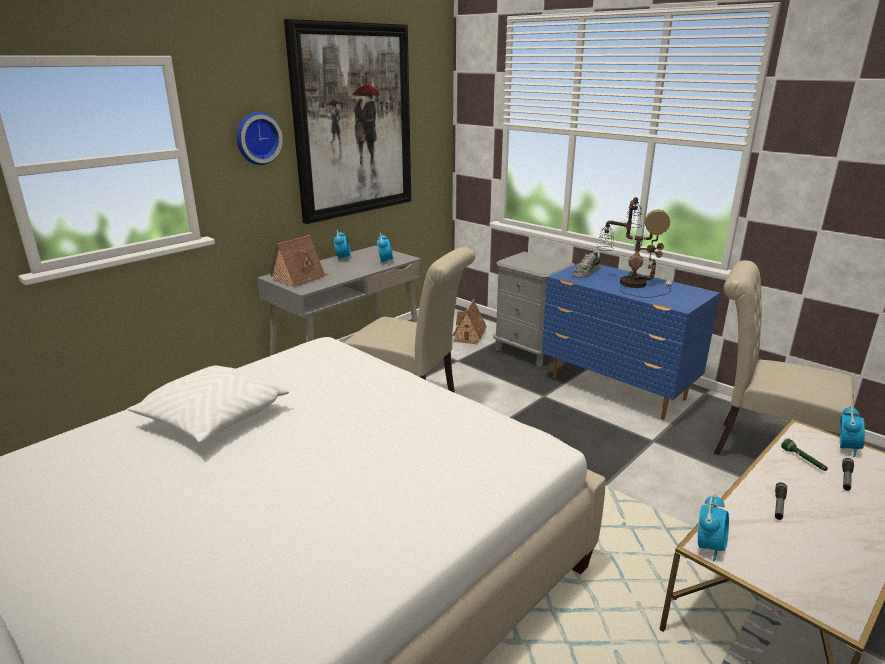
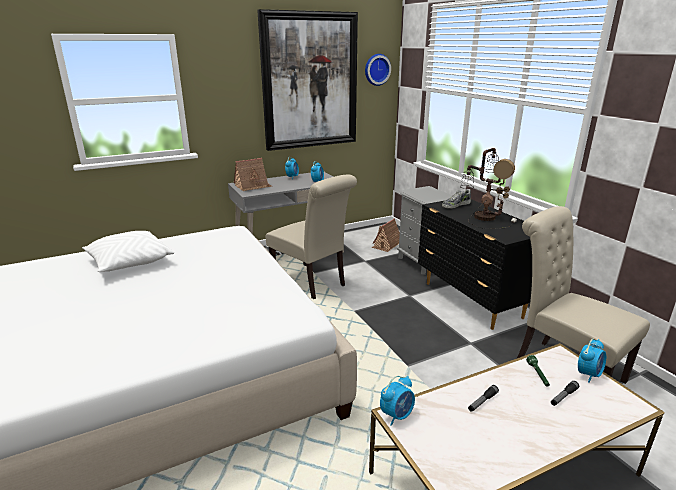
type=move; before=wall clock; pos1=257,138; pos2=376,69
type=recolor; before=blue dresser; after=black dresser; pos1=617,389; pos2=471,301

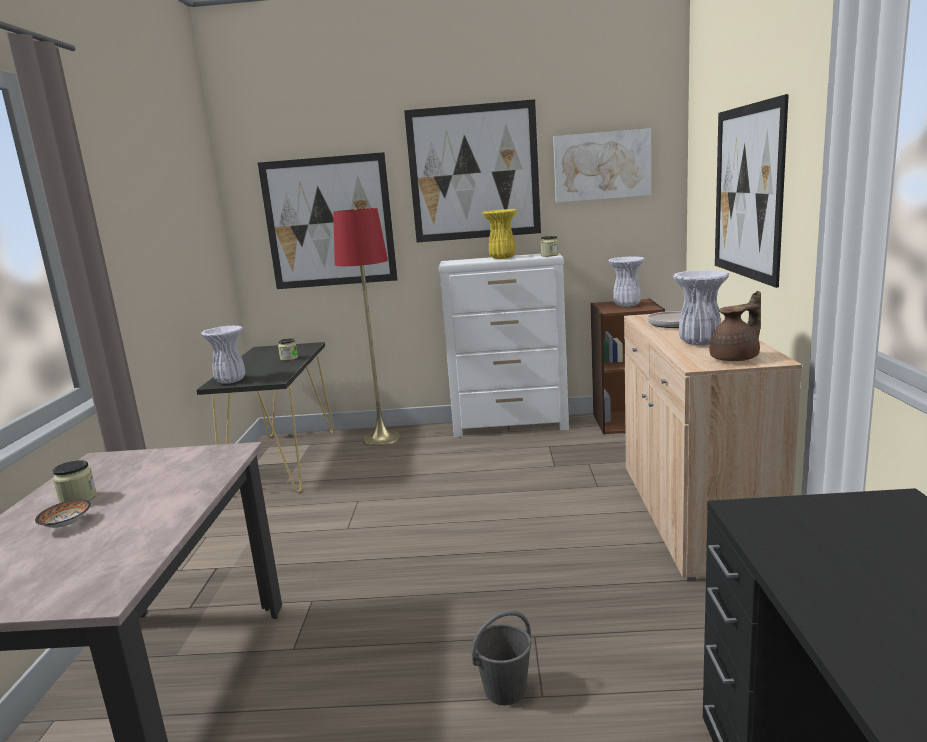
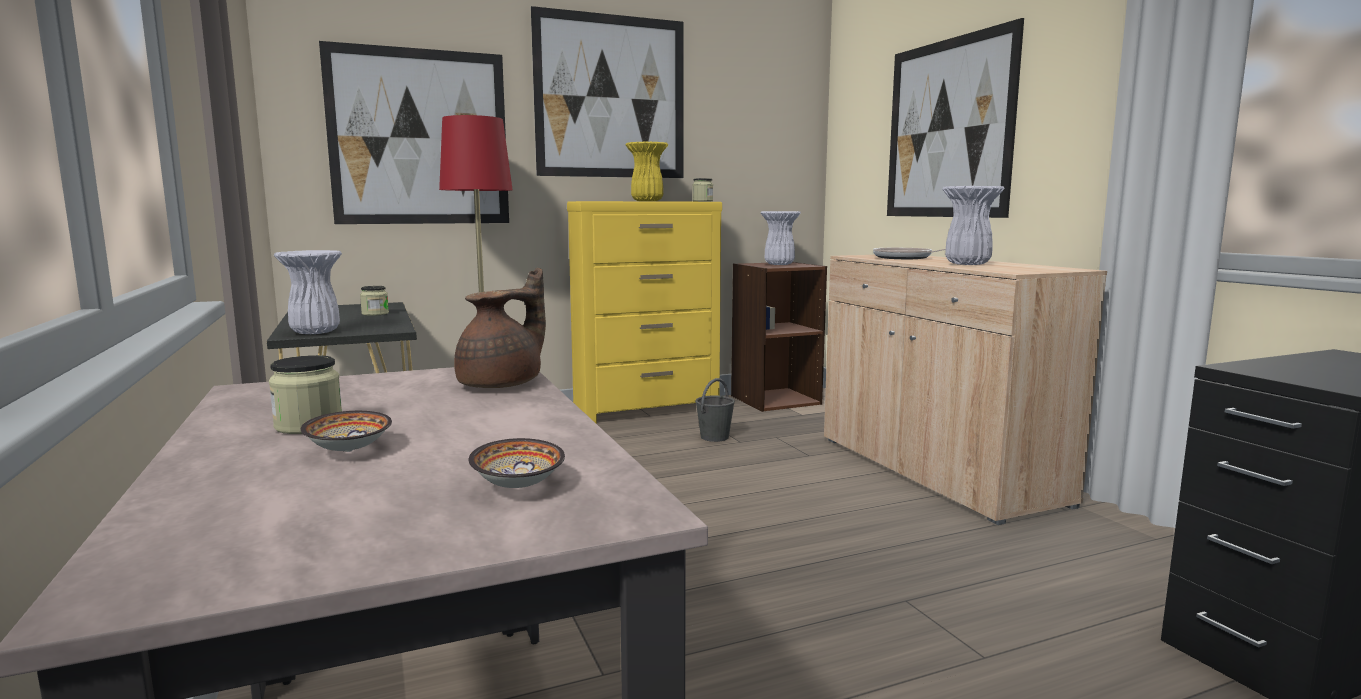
type=delete; before=picture; pos1=602,166
type=insert; after=bowl; pos2=518,486
type=move; before=grey bucket; pos1=504,690; pos2=714,437
type=move; before=brown teapot; pos1=736,358; pos2=504,384
type=recolor; before=white dresser; after=yellow dresser; pos1=511,426; pos2=648,411

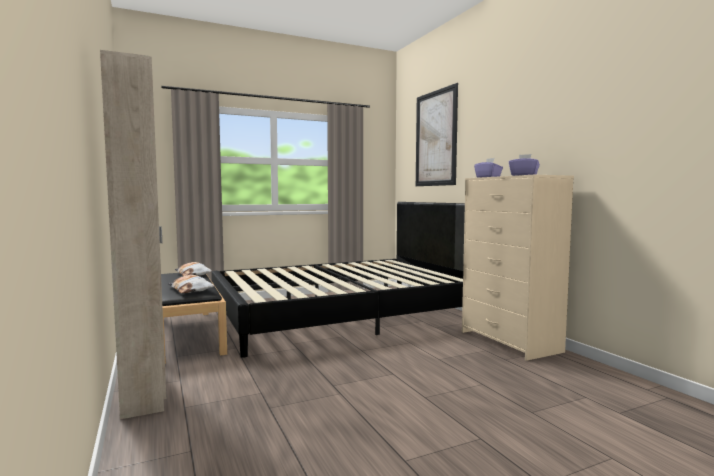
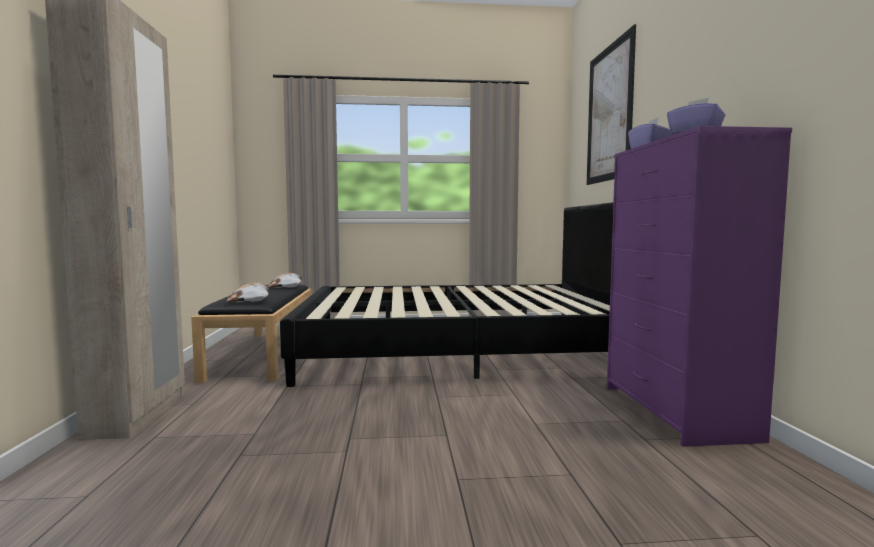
type=recolor; before=beige dresser; after=purple dresser; pos1=510,342; pos2=677,412

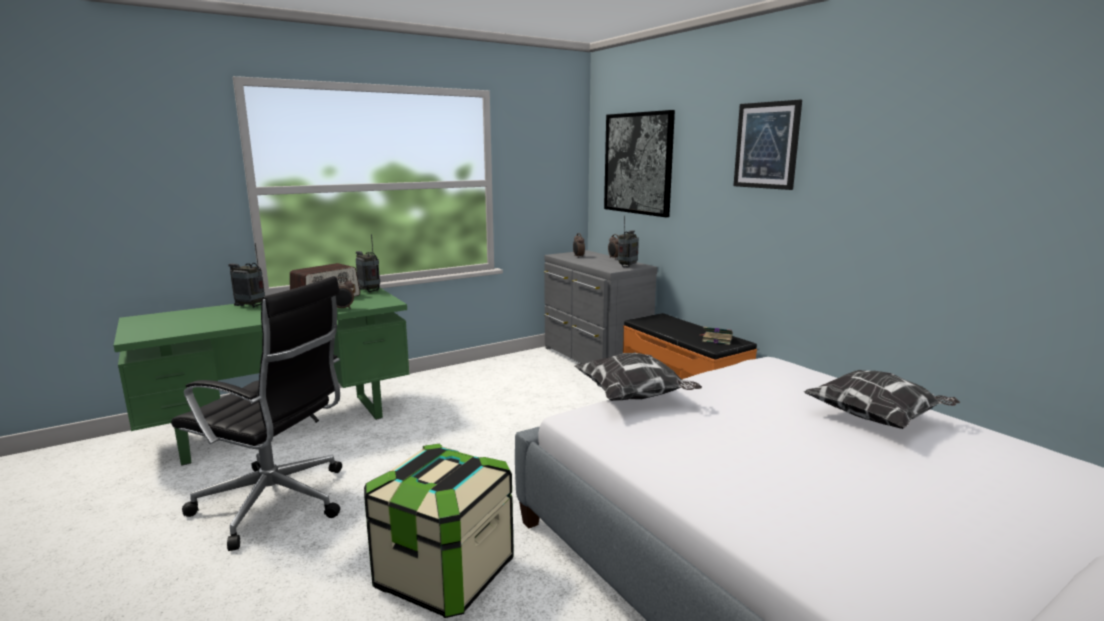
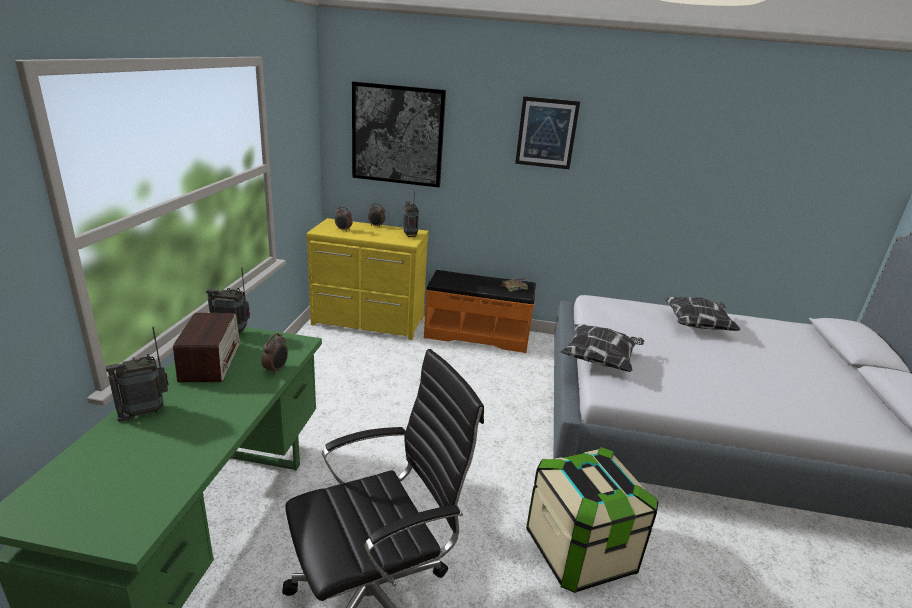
type=recolor; before=grey dresser; after=yellow dresser; pos1=594,359; pos2=368,322

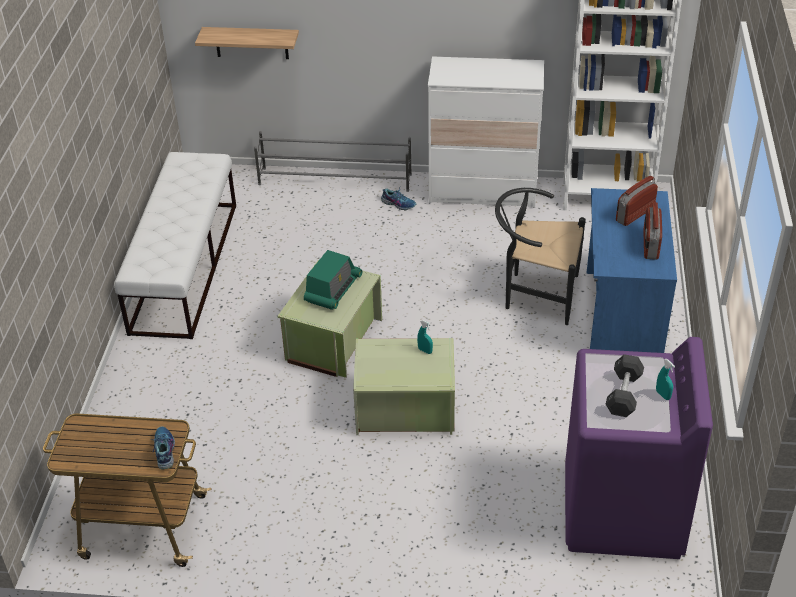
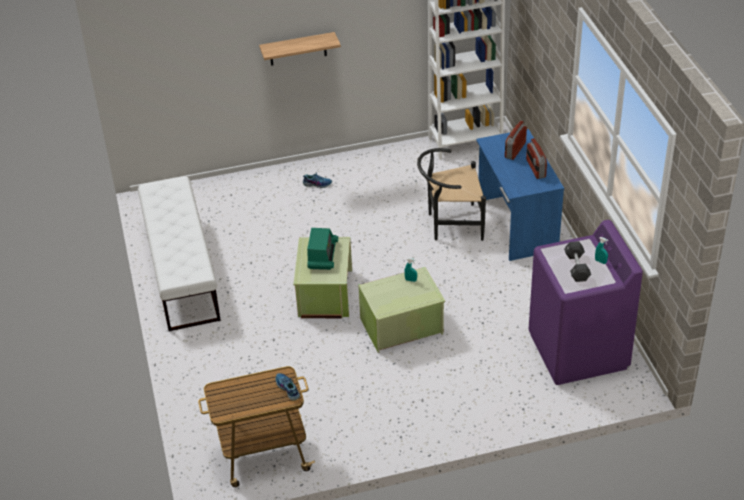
type=delete; before=grey shoe rack; pos1=335,180
type=delete; before=white dresser; pos1=482,191
type=move; before=shelf; pos1=251,43; pos2=298,49

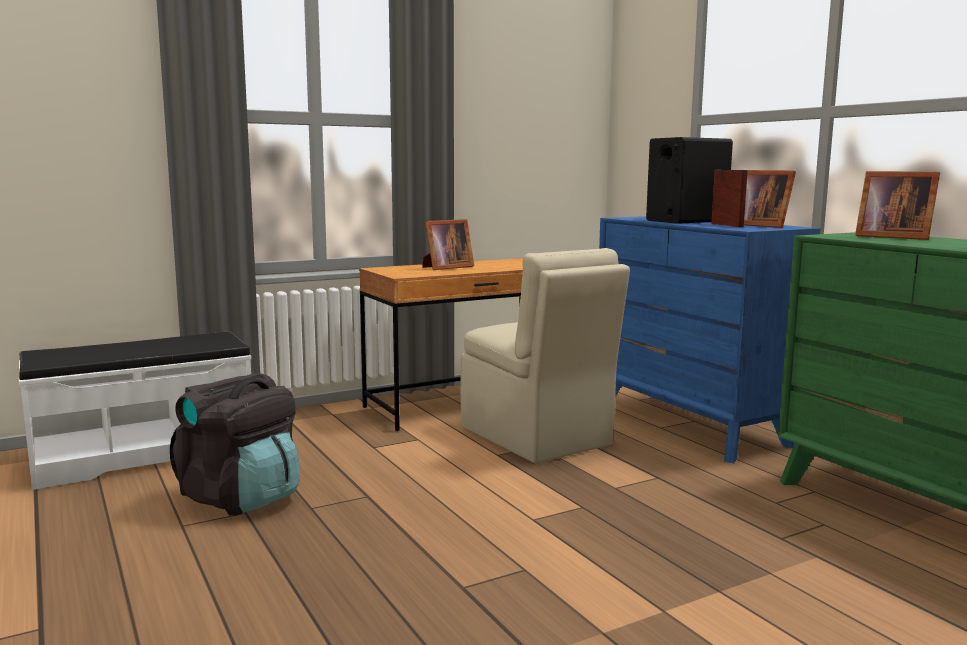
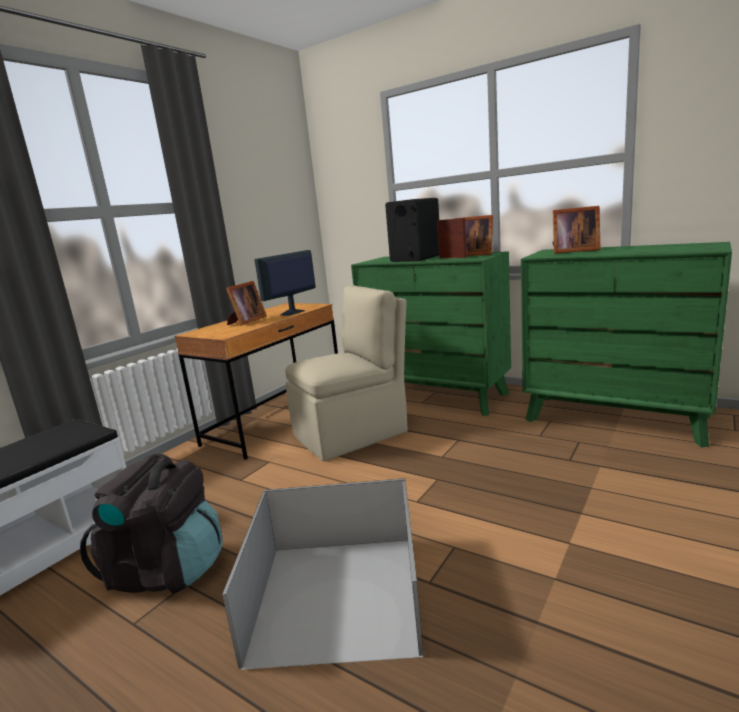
type=insert; after=black storage box; pos2=334,595
type=insert; after=monitor; pos2=292,313
type=recolor; before=blue dresser; after=green dresser; pos1=690,425; pos2=436,395
type=rotate; before=beige chair; pos1=537,437; pos2=353,433; turn=-60

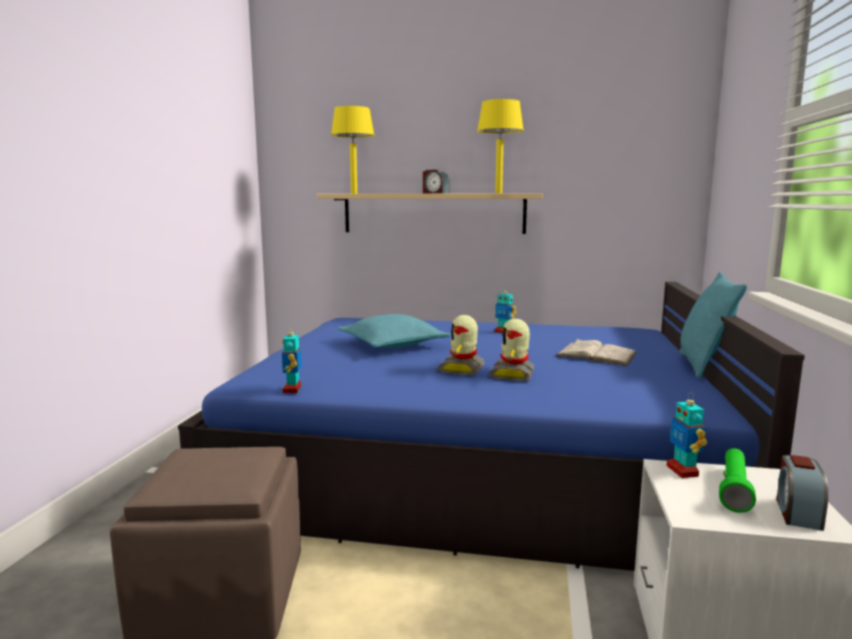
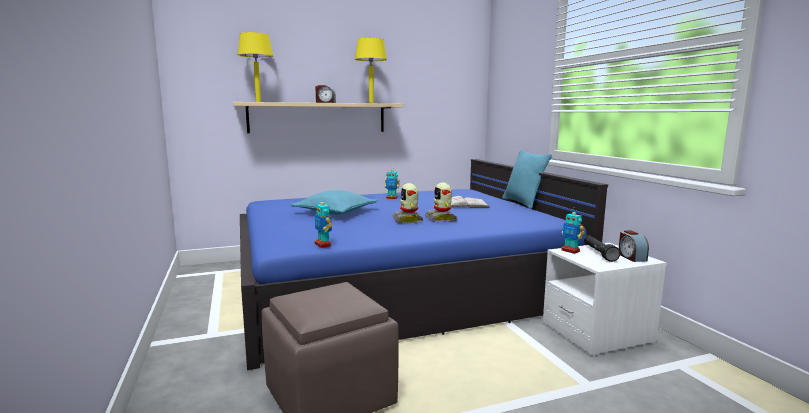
type=recolor; before=green flashlight; after=black flashlight; pos1=734,489; pos2=599,253

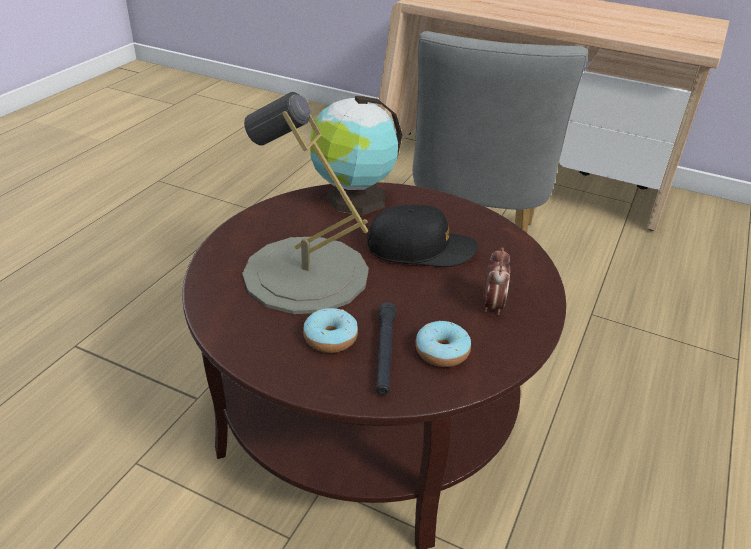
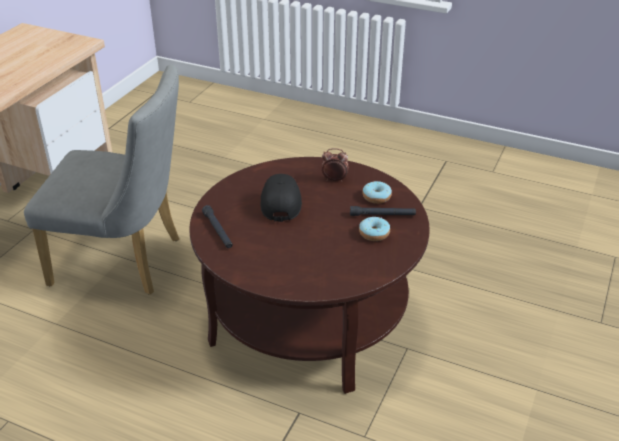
type=delete; before=grey table lamp; pos1=305,274
type=replace; before=globe; after=black flashlight; pos1=353,199; pos2=218,231

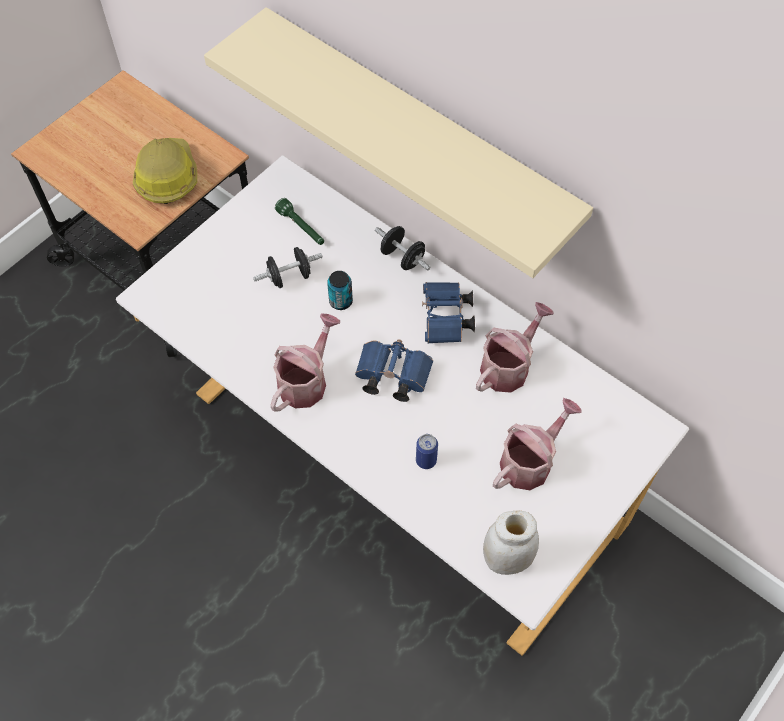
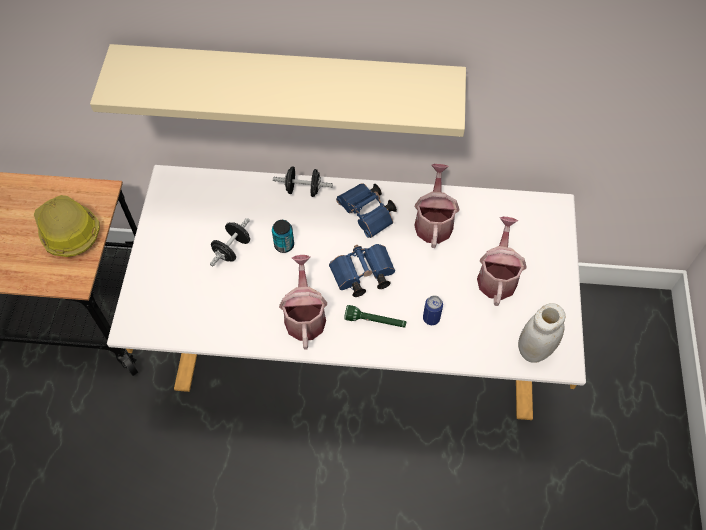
type=move; before=green flashlight; pos1=301,228; pos2=375,321

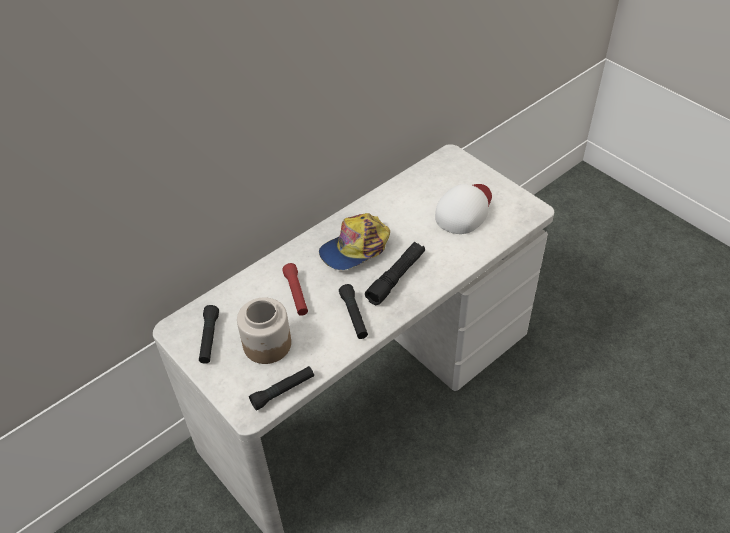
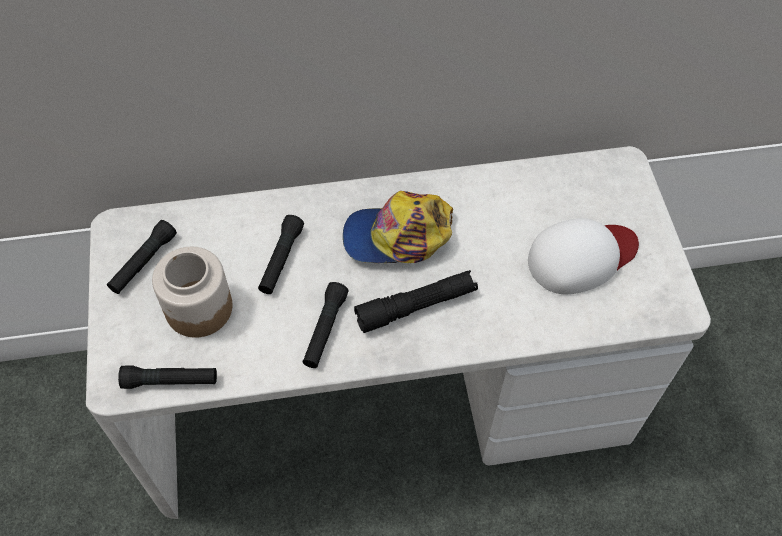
type=recolor; before=red flashlight; after=black flashlight; pos1=296,294; pos2=281,260

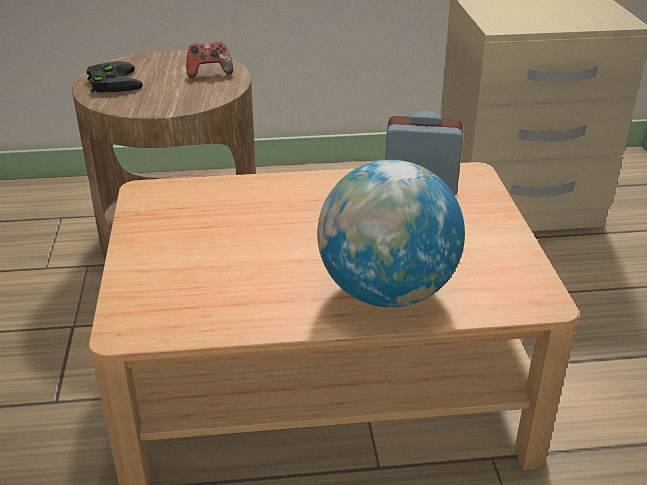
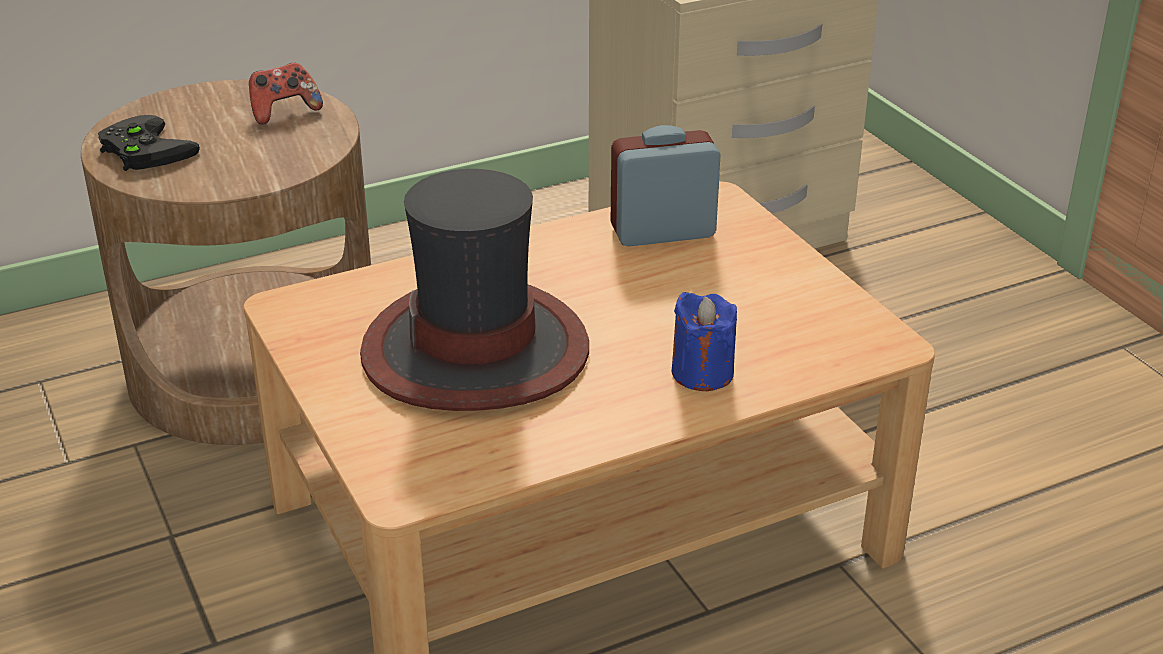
type=insert; after=hat; pos2=476,350
type=replace; before=globe; after=blue candle; pos1=387,293; pos2=702,373

